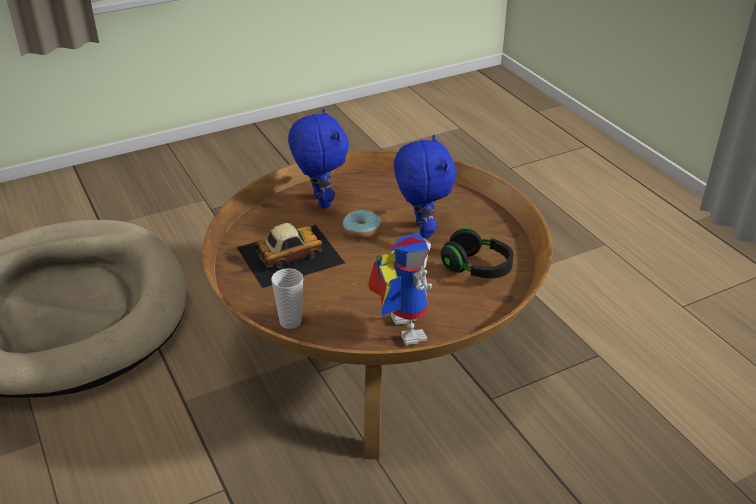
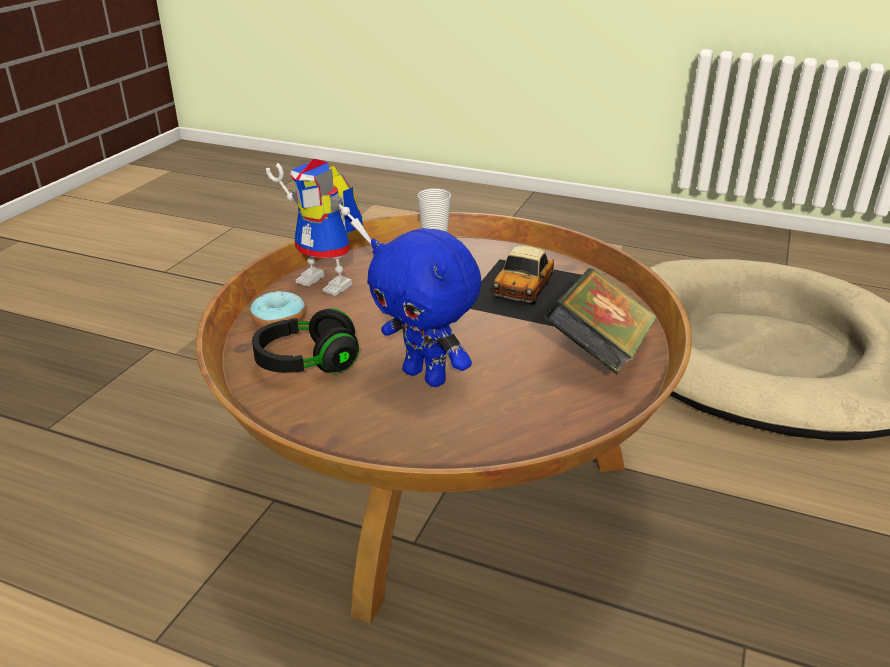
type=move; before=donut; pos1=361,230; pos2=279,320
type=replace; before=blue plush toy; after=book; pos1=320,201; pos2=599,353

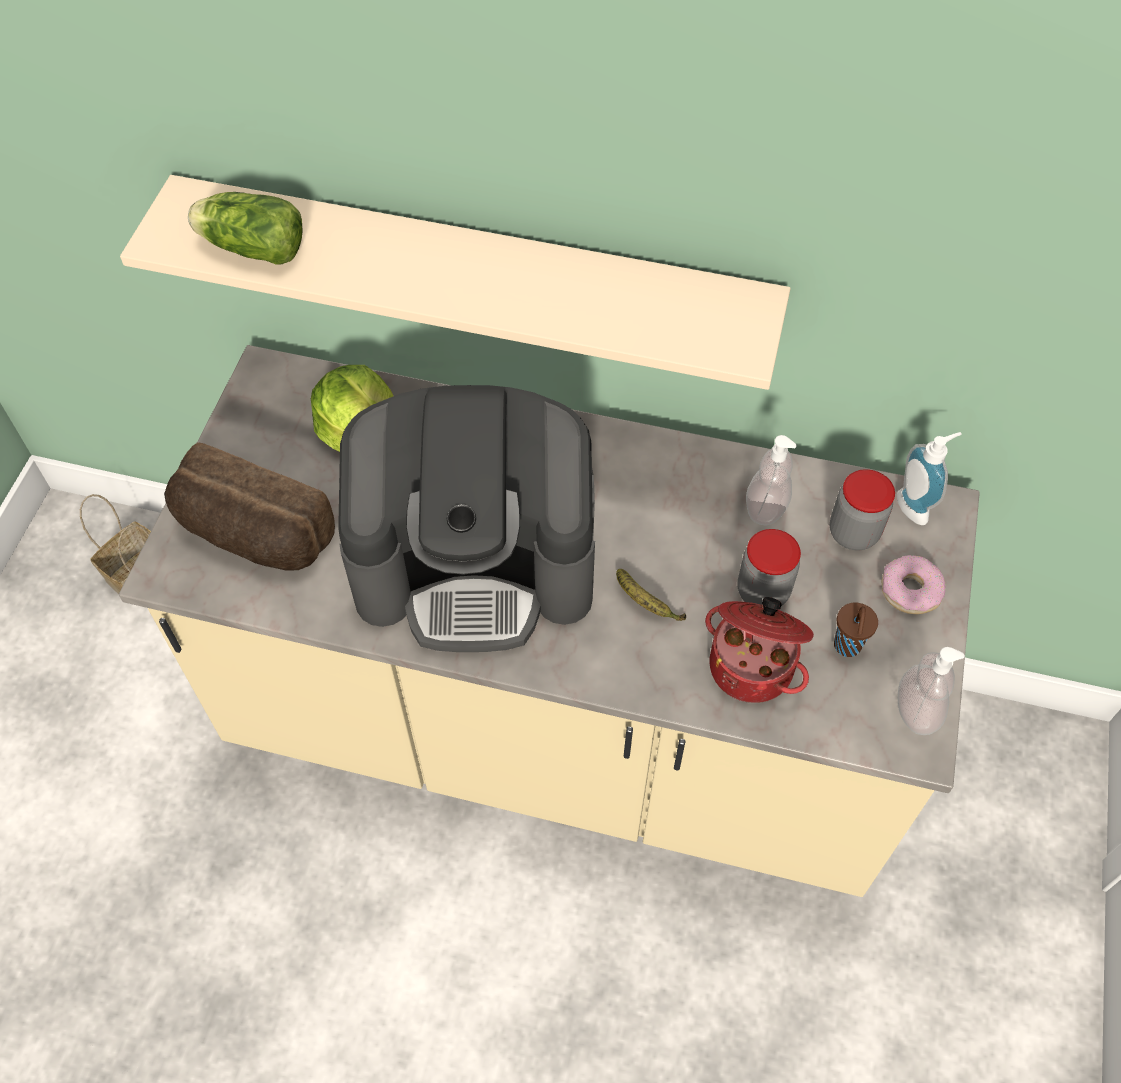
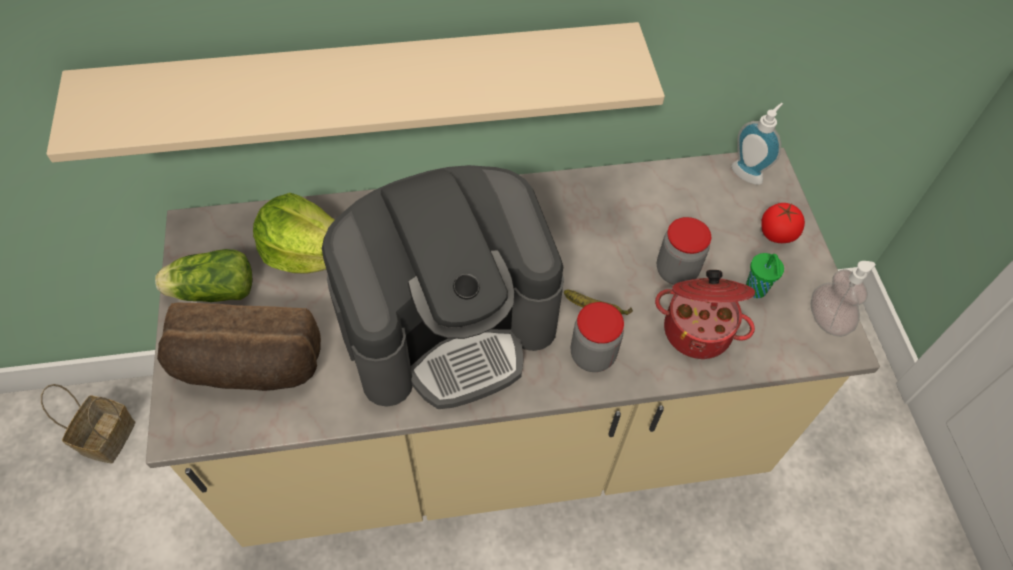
type=delete; before=soap dispenser; pos1=765,508
type=move; before=lettuce; pos1=250,247; pos2=210,290
type=move; before=jar; pos1=853,533; pos2=592,355
type=replace; before=donut; after=tomato; pos1=910,590; pos2=777,233
type=recolor; before=brown cup; after=green cup; pos1=847,647; pos2=756,290

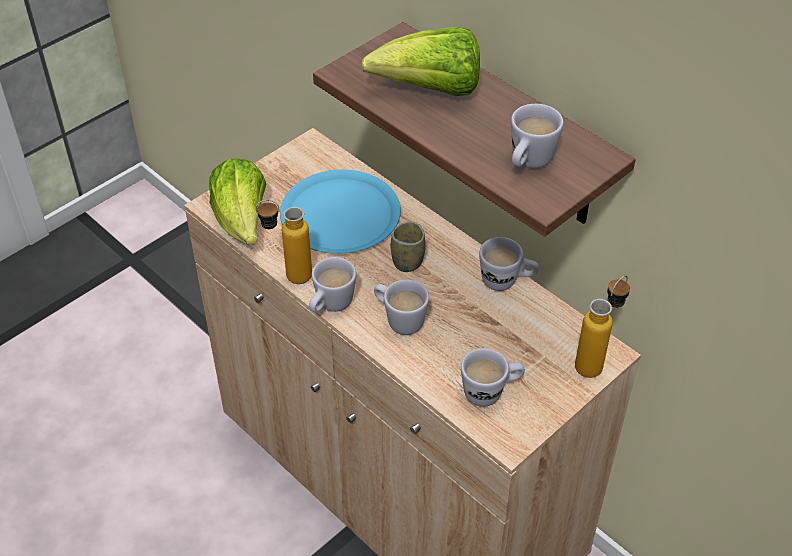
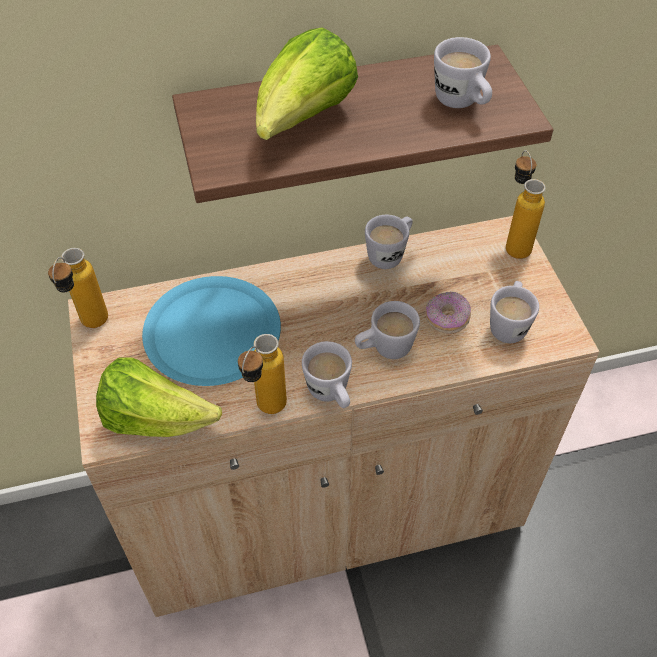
type=delete; before=cup; pos1=407,261
type=insert; after=bottle; pos2=90,327
type=insert; after=donut; pos2=446,319

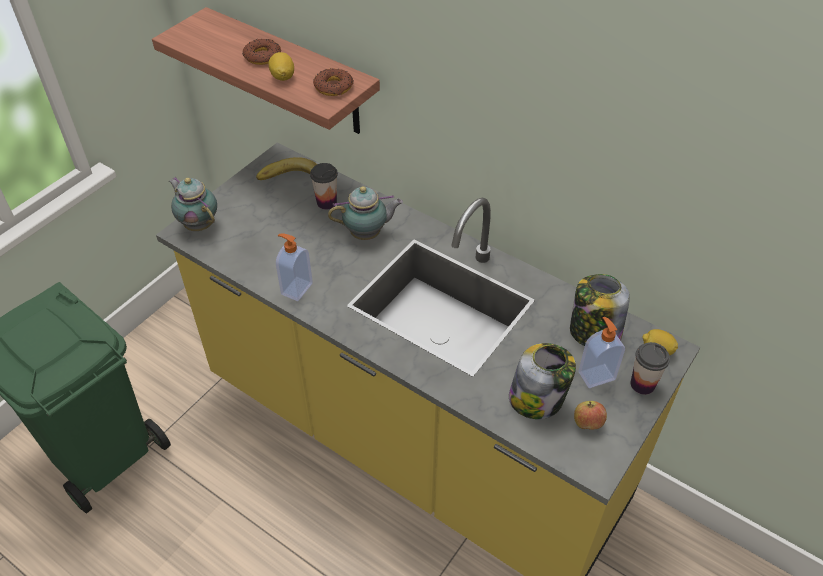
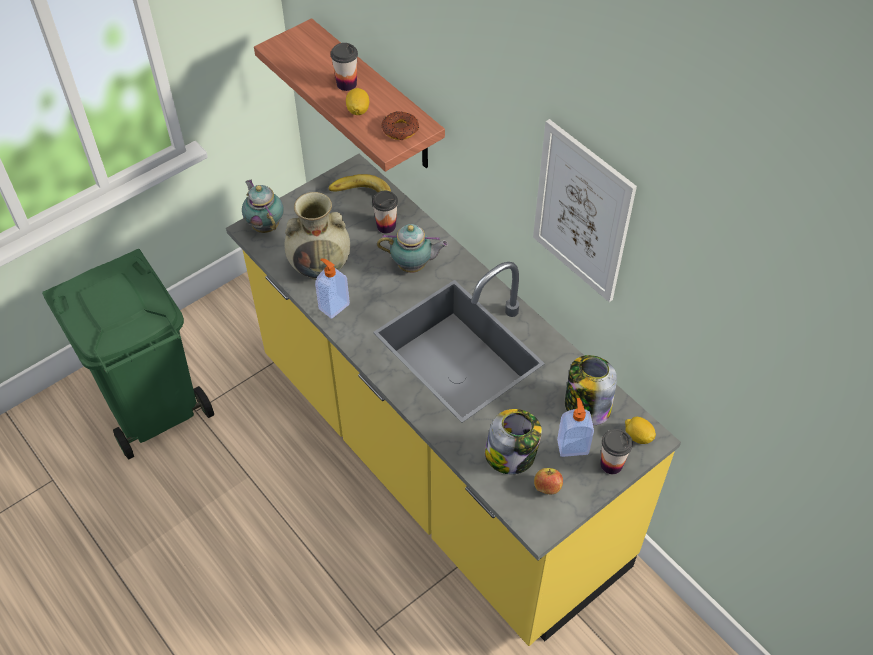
type=insert; after=beige vase; pos2=321,266
type=insert; after=picture; pos2=582,212
type=replace; before=donut; after=cup; pos1=262,56; pos2=346,84

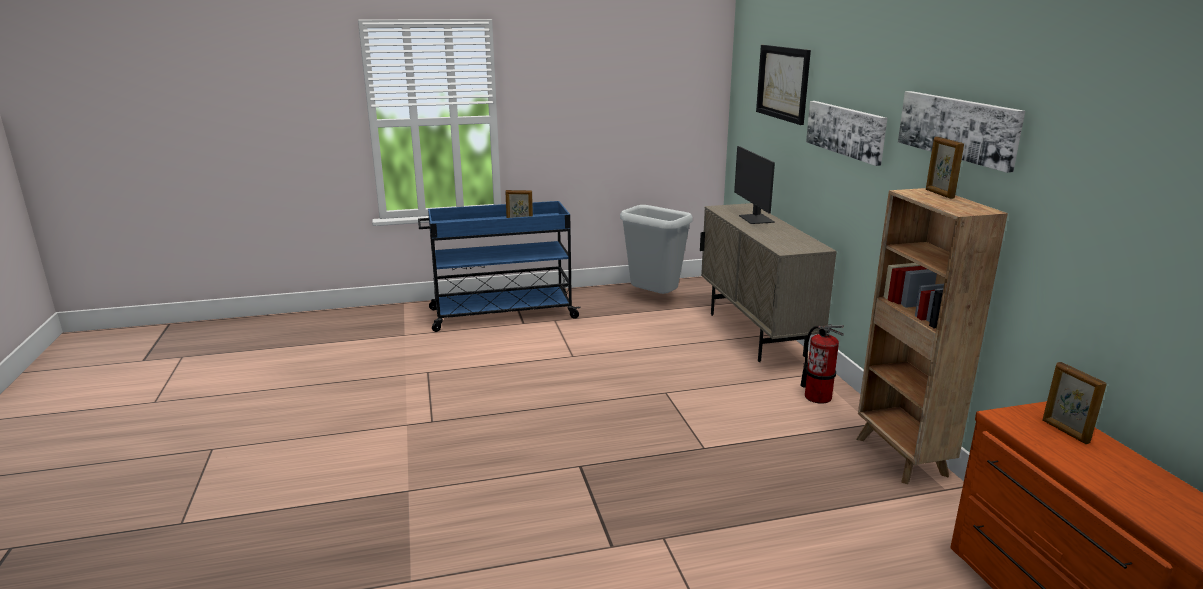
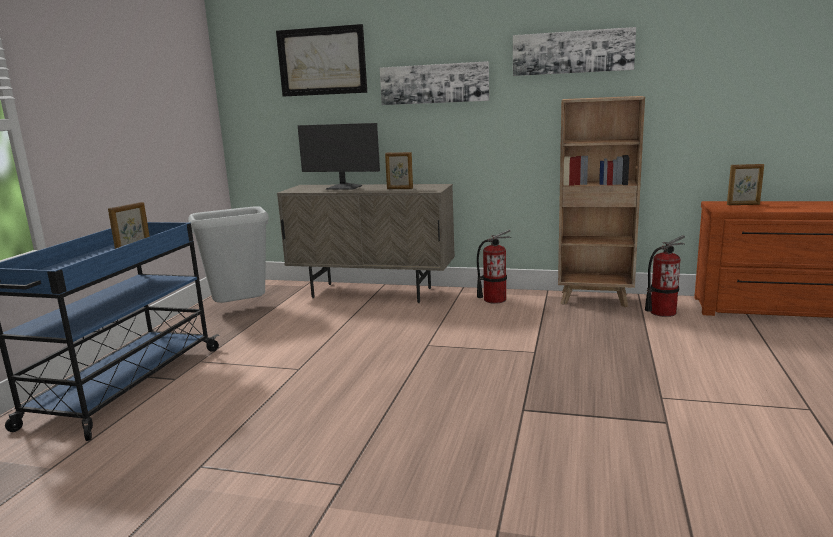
type=insert; after=fire extinguisher; pos2=662,312
type=move; before=picture frame; pos1=939,194; pos2=399,189

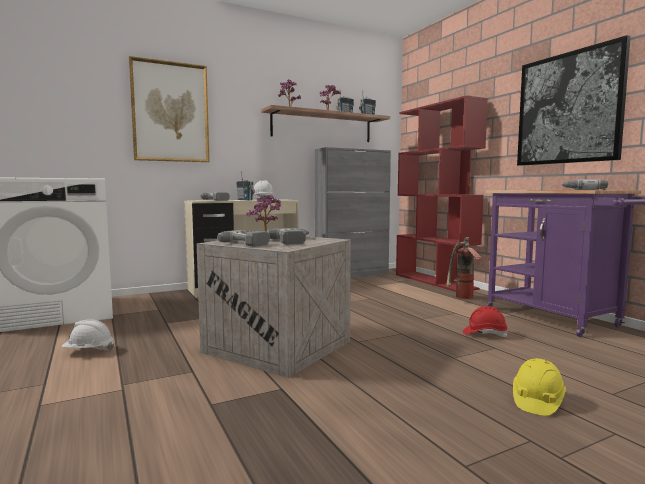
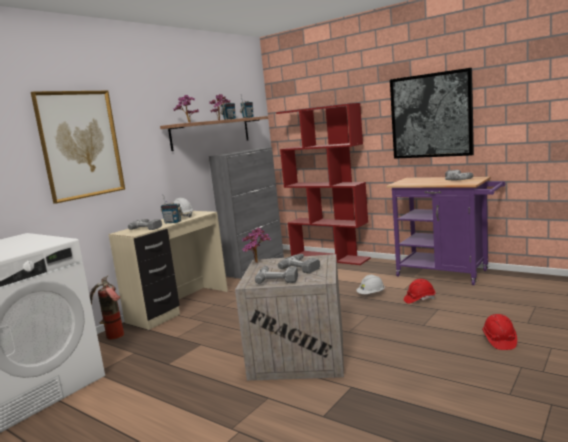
type=move; before=white hard hat; pos1=88,351; pos2=371,294
type=move; before=fire extinguisher; pos1=462,298; pos2=112,338
type=recolor; before=yellow hard hat; after=red hard hat; pos1=537,401; pos2=499,341

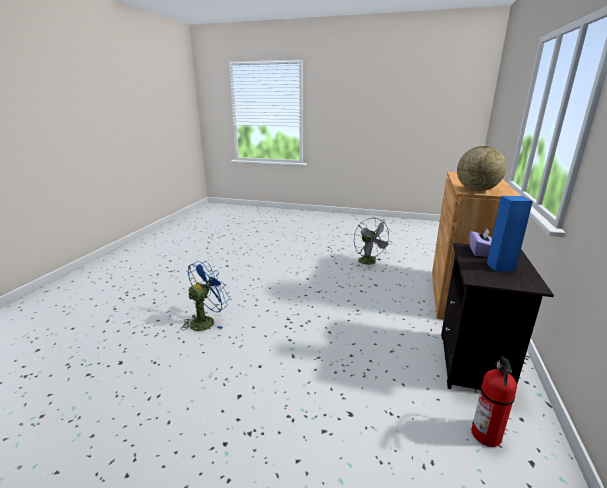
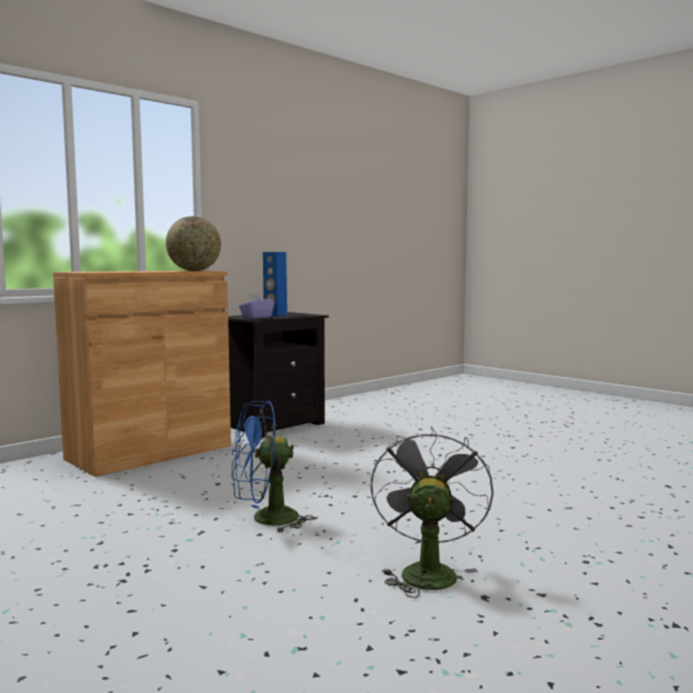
type=delete; before=fire extinguisher; pos1=486,435
type=move; before=blue fan; pos1=206,321; pos2=265,520
type=move; before=grey fan; pos1=370,263; pos2=426,571

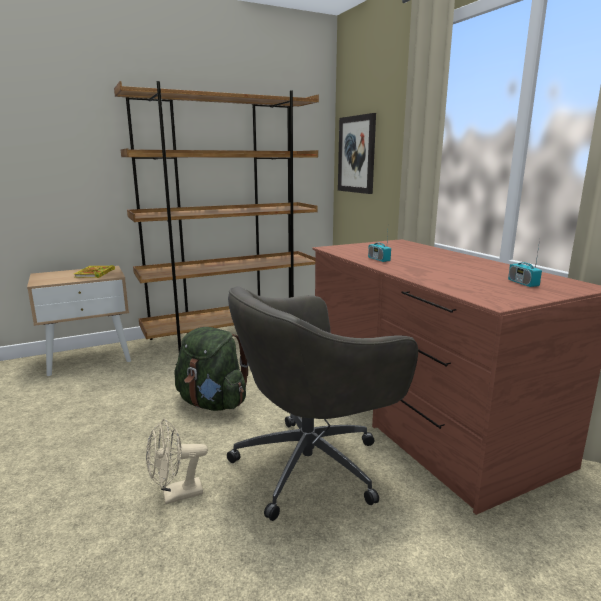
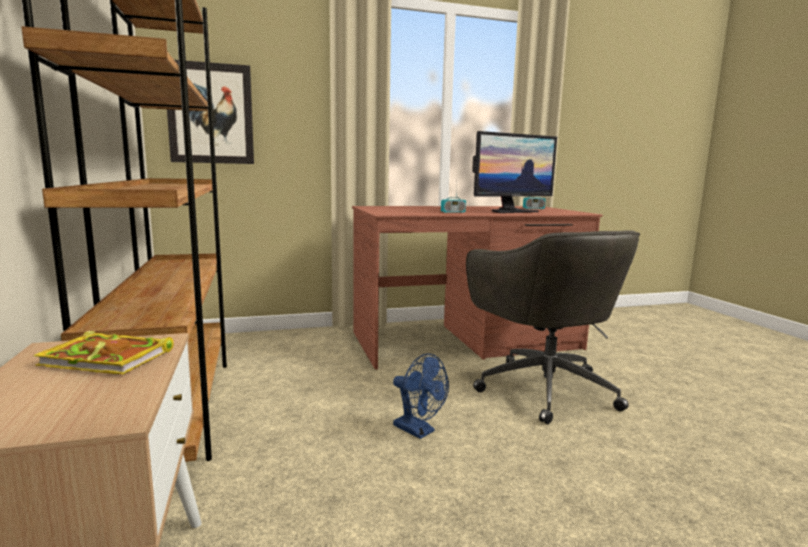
type=delete; before=beige fan; pos1=176,495
type=insert; after=monitor; pos2=511,211
type=replace; before=green backpack; after=blue fan; pos1=213,403; pos2=419,431

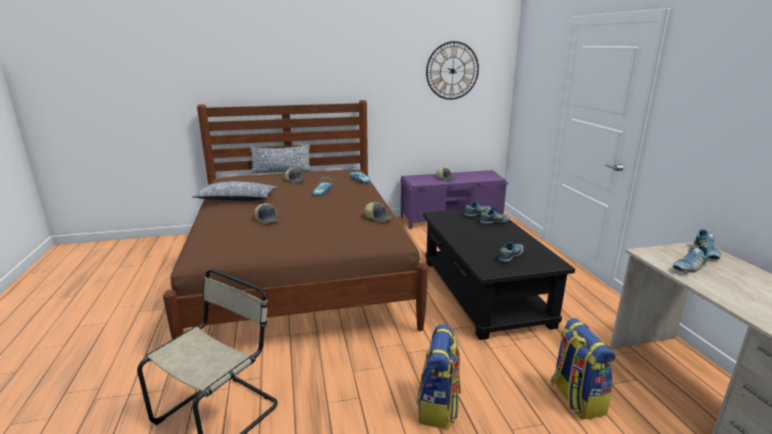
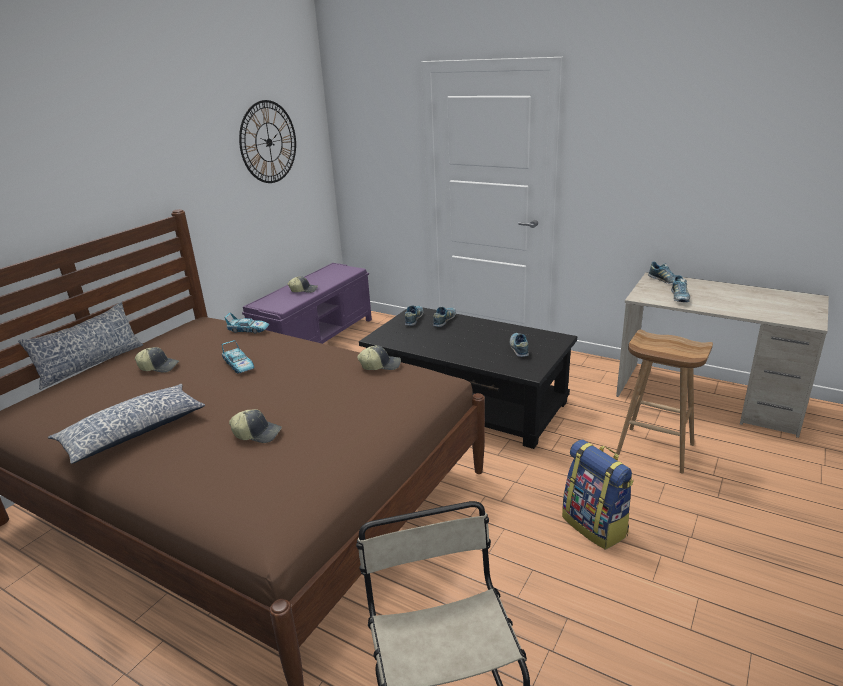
type=replace; before=backpack; after=brown stool; pos1=575,398; pos2=653,449

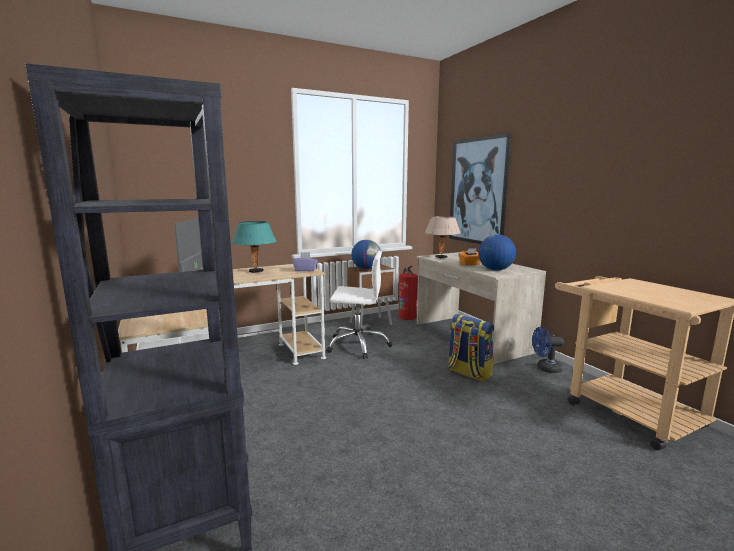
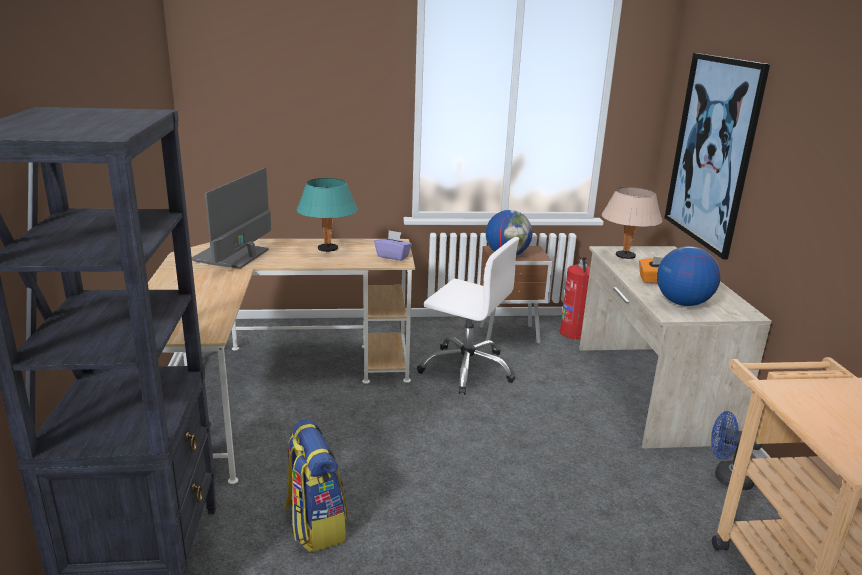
type=move; before=backpack; pos1=468,373; pos2=315,524

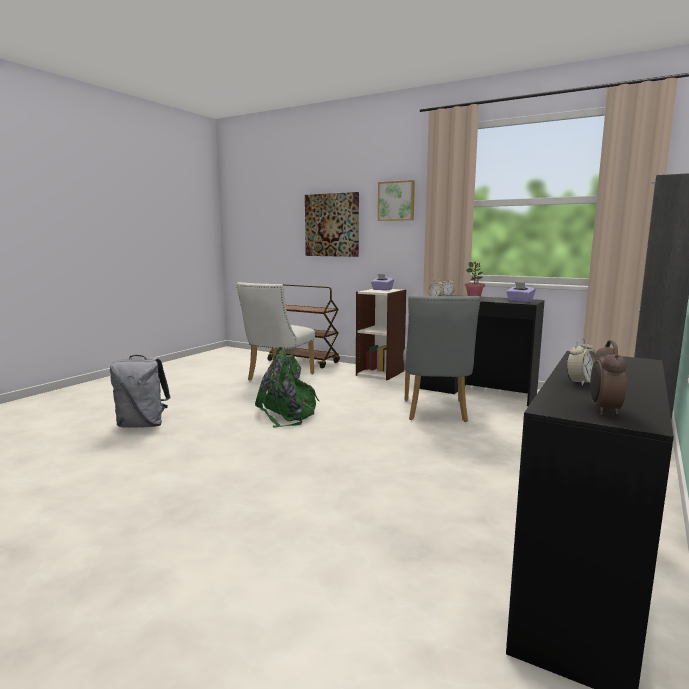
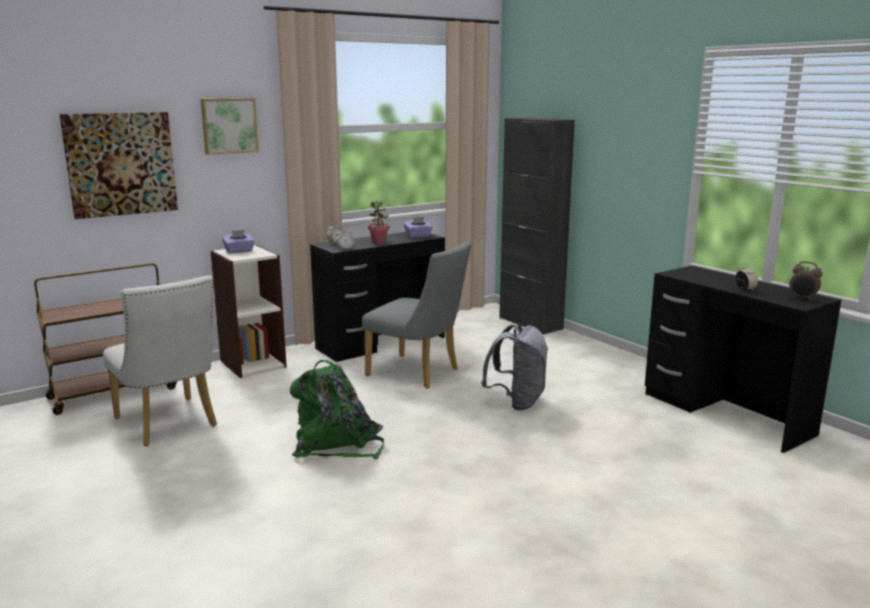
type=move; before=grey backpack; pos1=143,425; pos2=517,402

